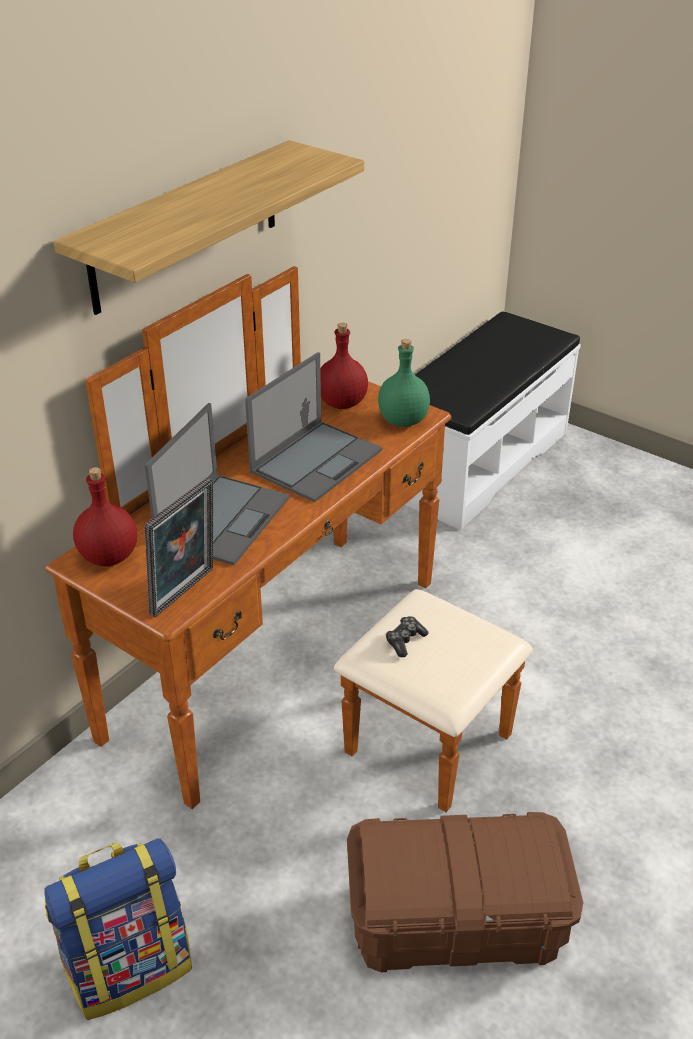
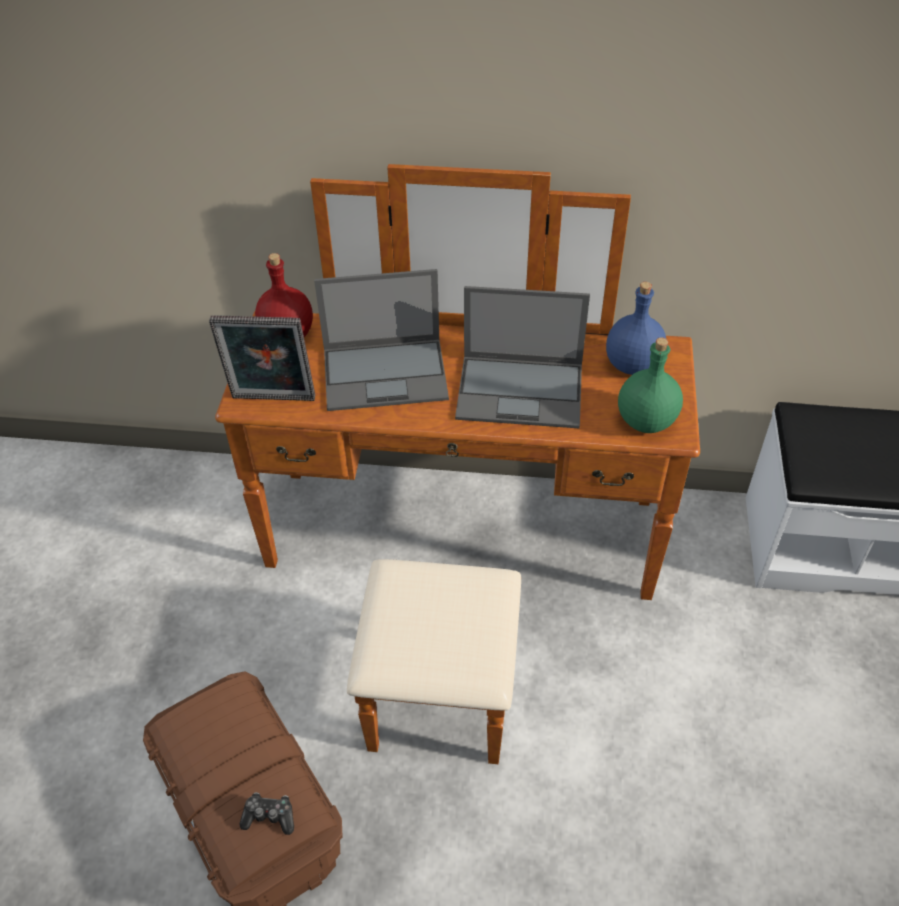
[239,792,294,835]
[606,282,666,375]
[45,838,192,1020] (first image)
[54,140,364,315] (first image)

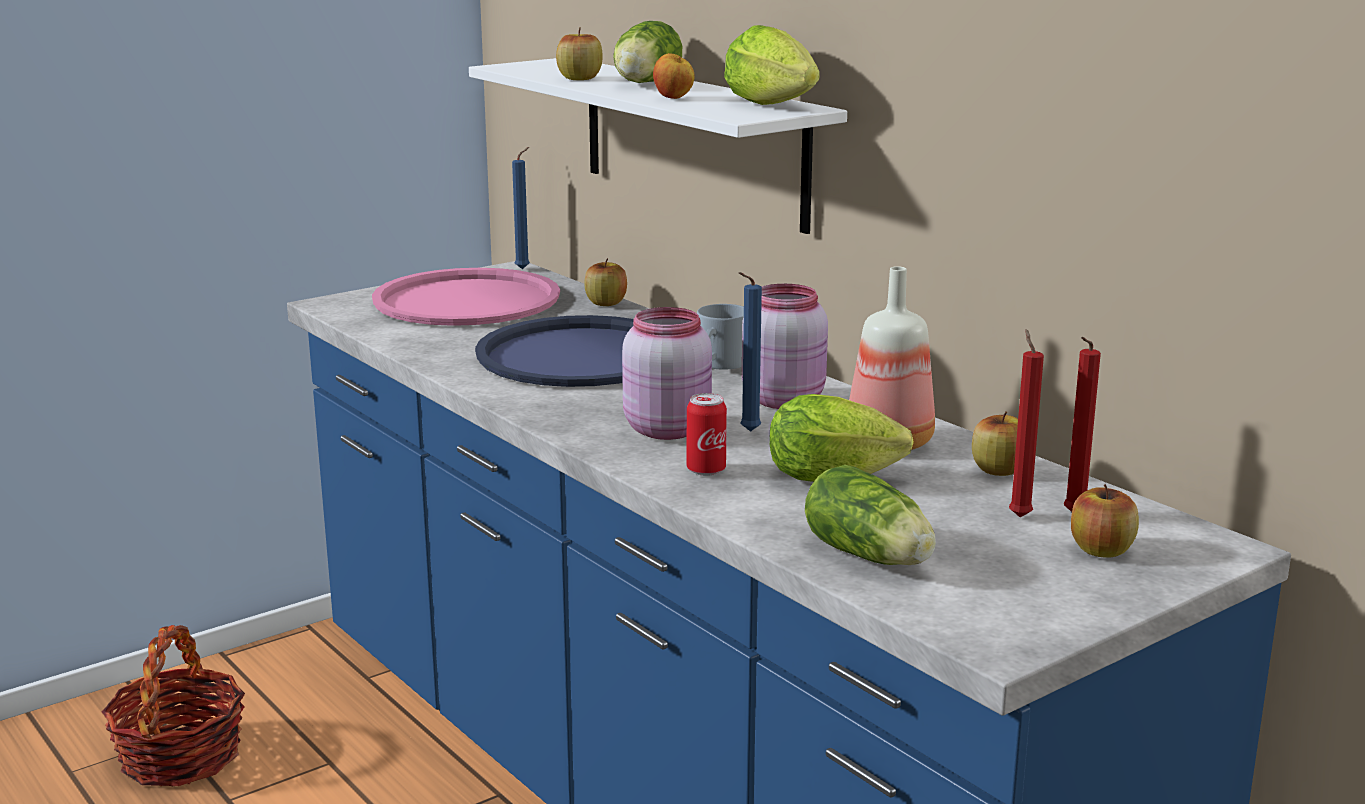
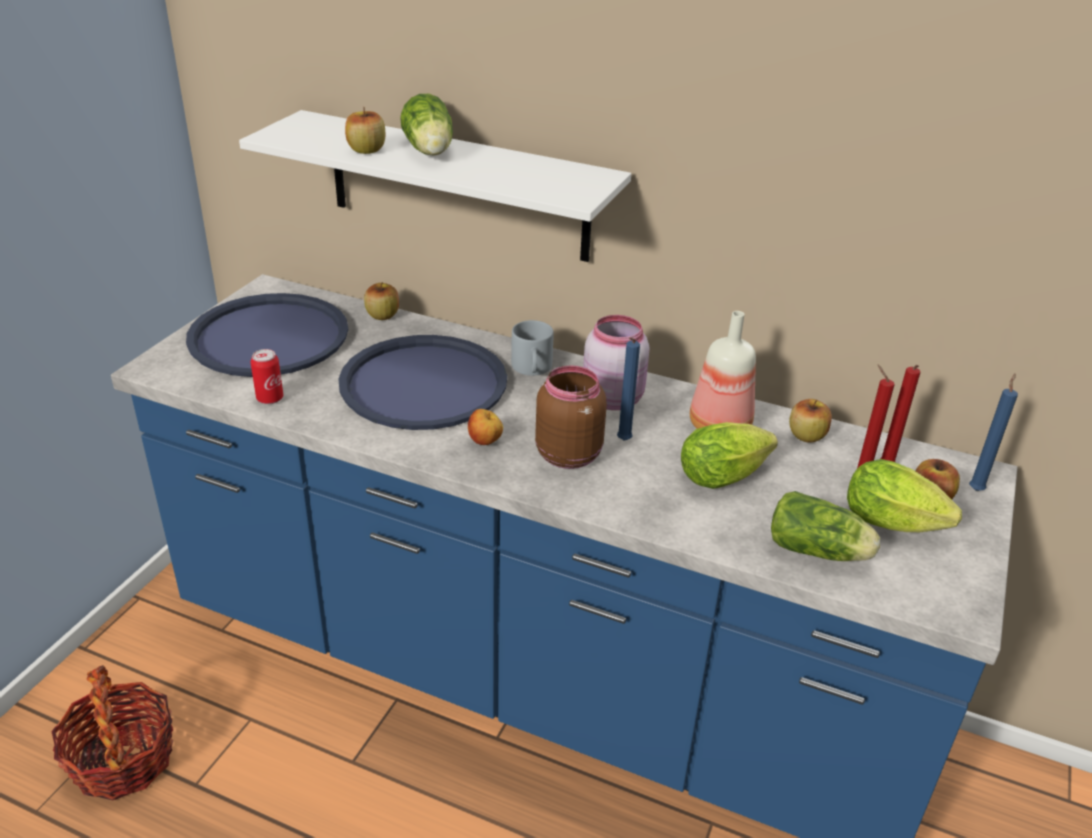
[186,293,348,377]
[250,349,284,404]
[468,409,503,445]
[535,365,607,469]
[847,459,962,532]
[969,373,1018,491]

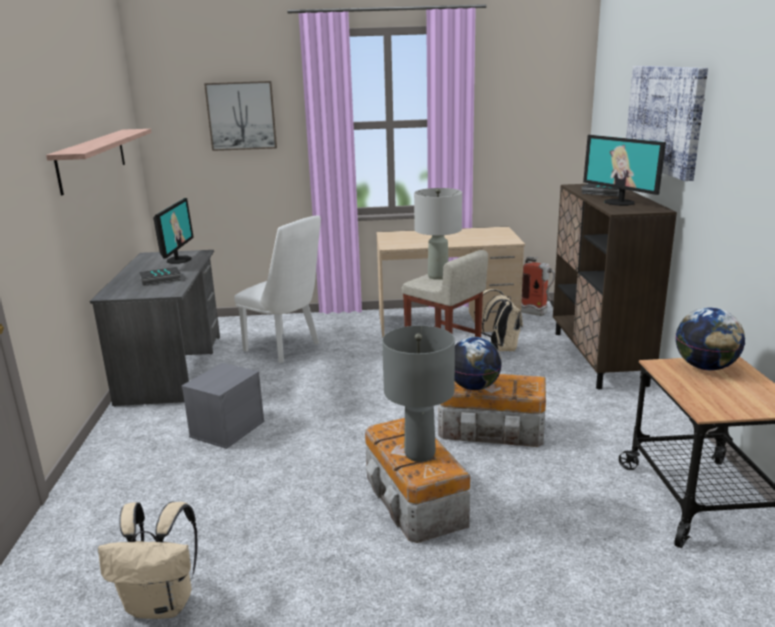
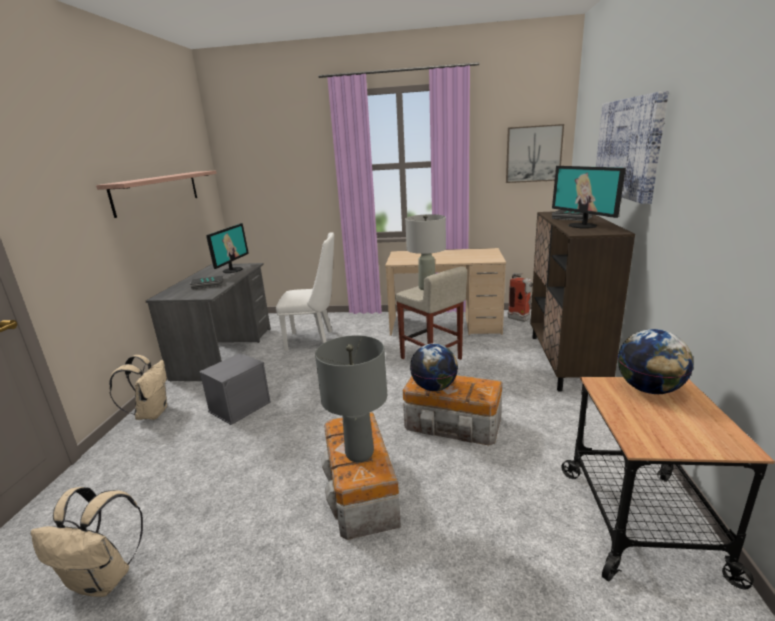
[109,355,167,420]
[276,232,334,351]
[506,124,564,183]

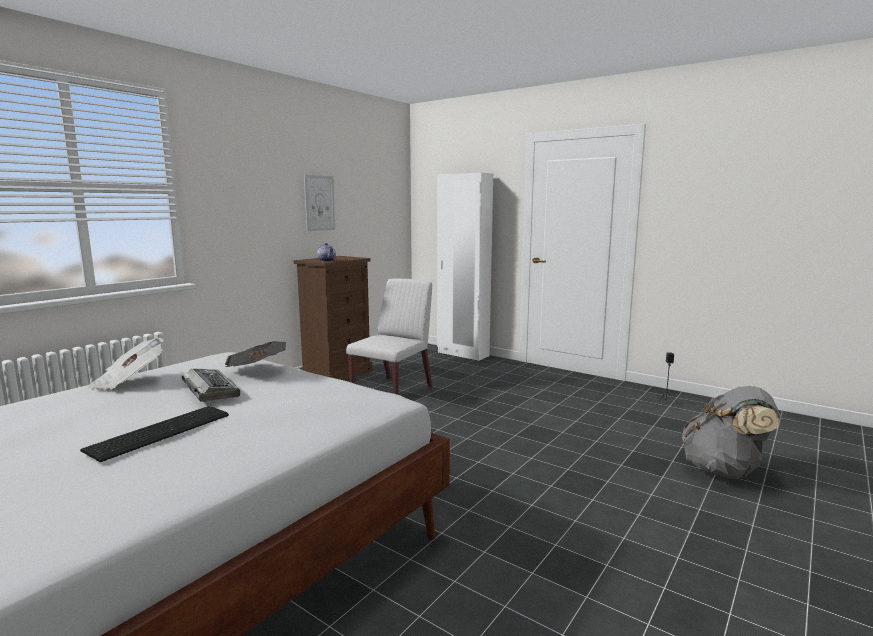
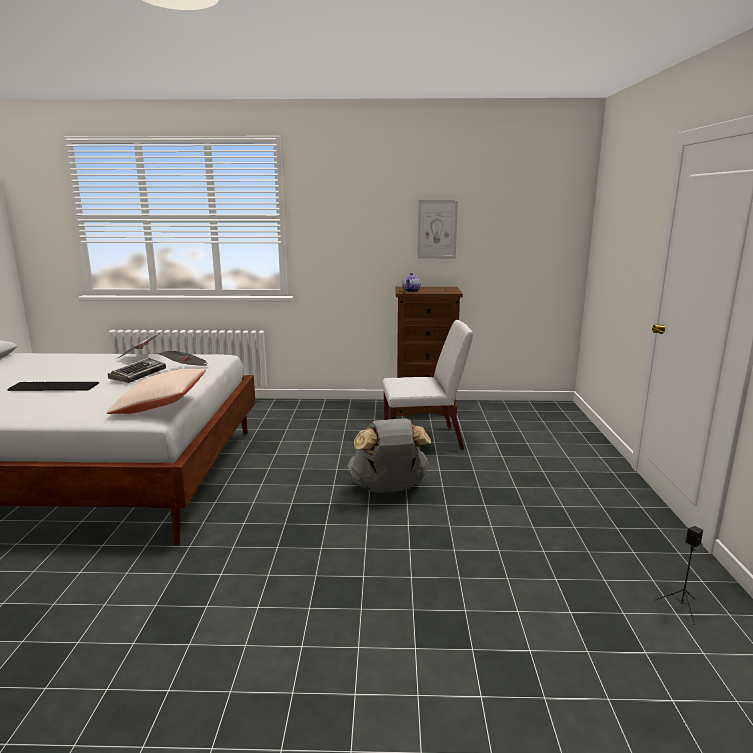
[107,369,206,414]
[348,418,431,493]
[437,173,493,361] (first image)

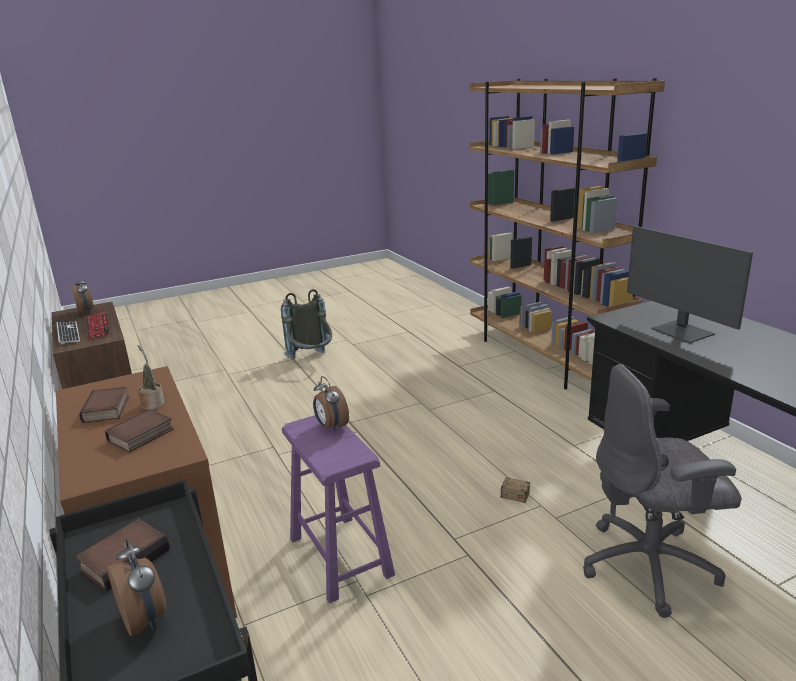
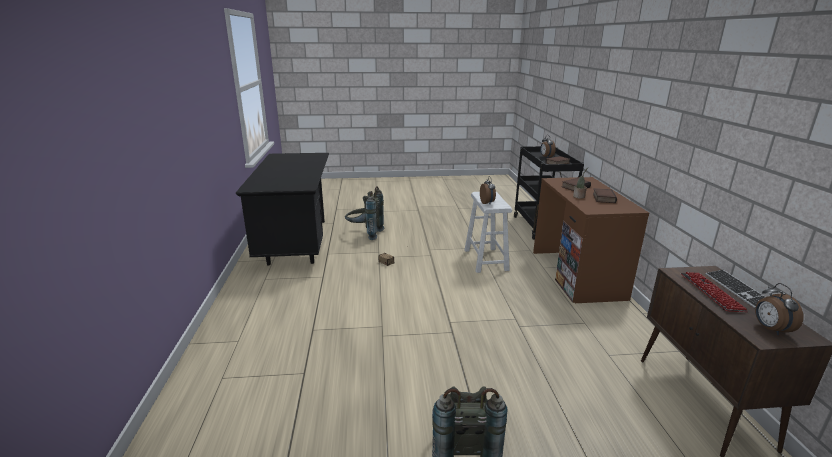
[345,186,384,240]
[464,192,512,273]
[470,78,665,389] (first image)
[627,226,753,343] (first image)

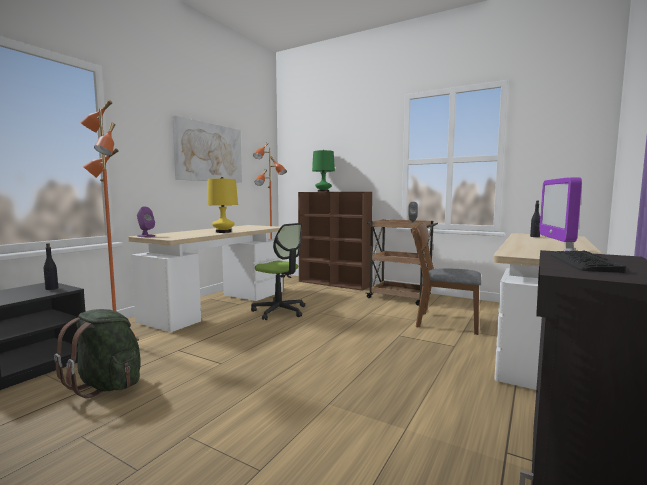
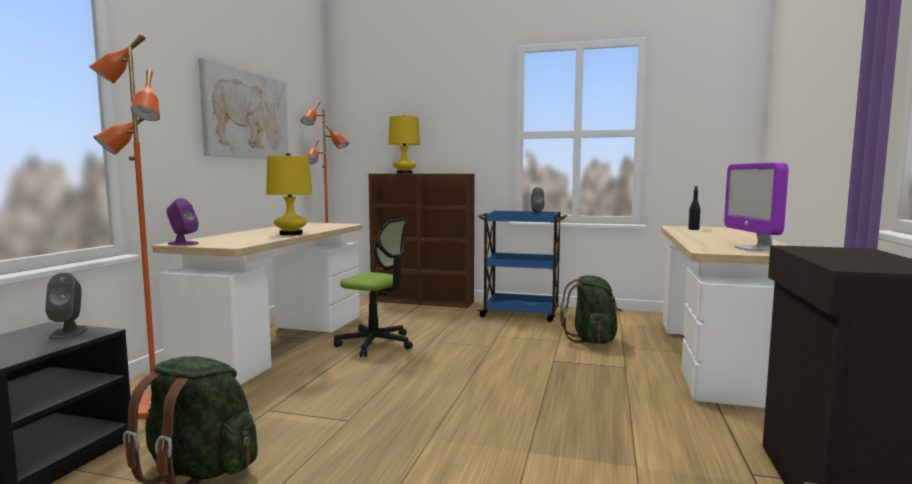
[45,273,88,340]
[388,115,420,174]
[477,211,567,322]
[560,275,623,344]
[551,251,626,273] (first image)

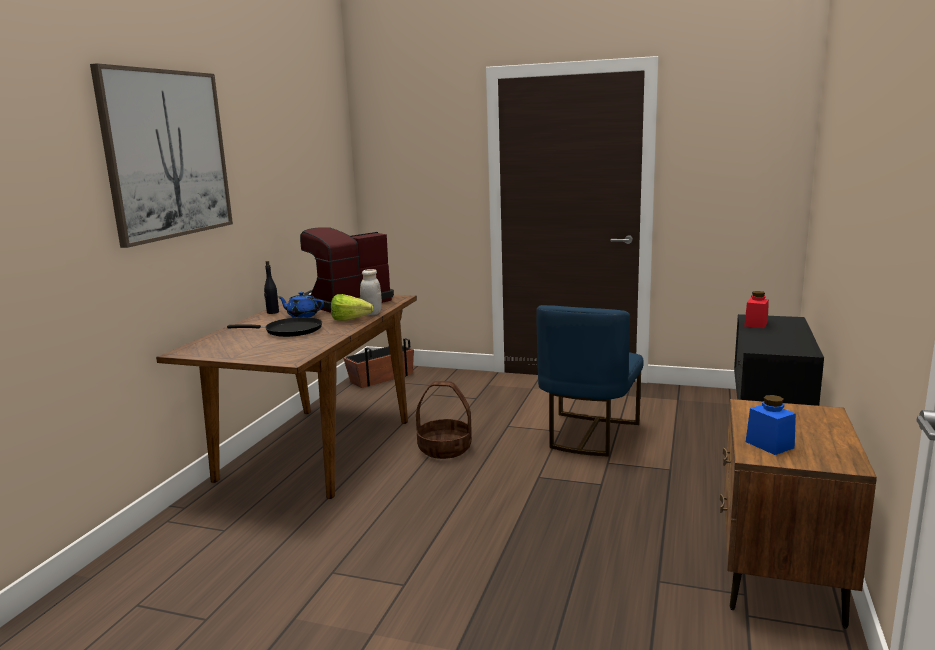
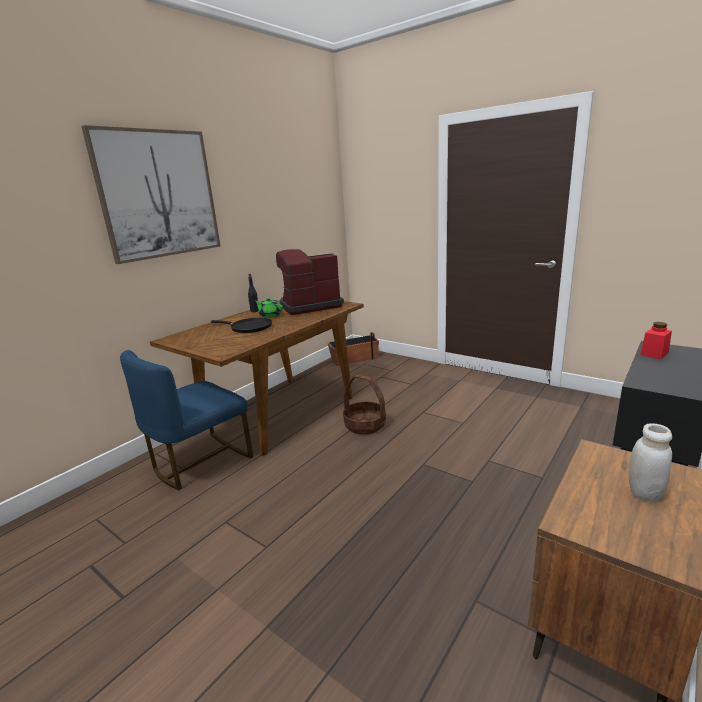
[120,350,253,490]
[254,298,283,318]
[628,423,672,501]
[331,294,374,321] (first image)
[746,395,796,455] (first image)

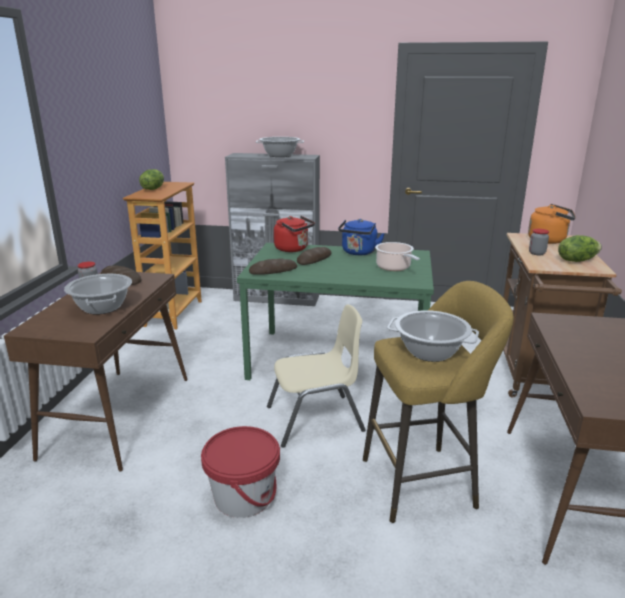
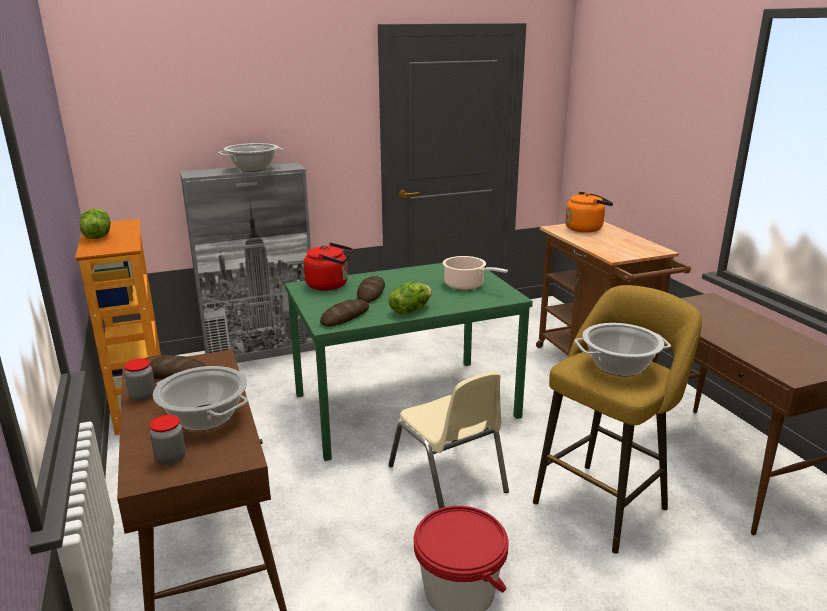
[150,415,186,465]
[388,372,509,509]
[389,282,432,314]
[338,219,385,255] (first image)

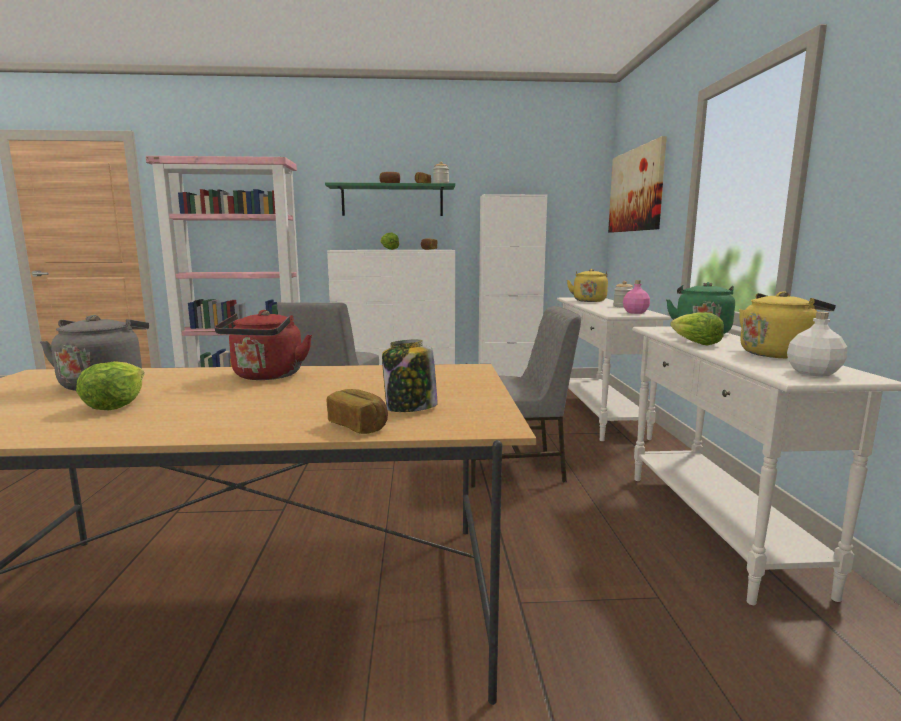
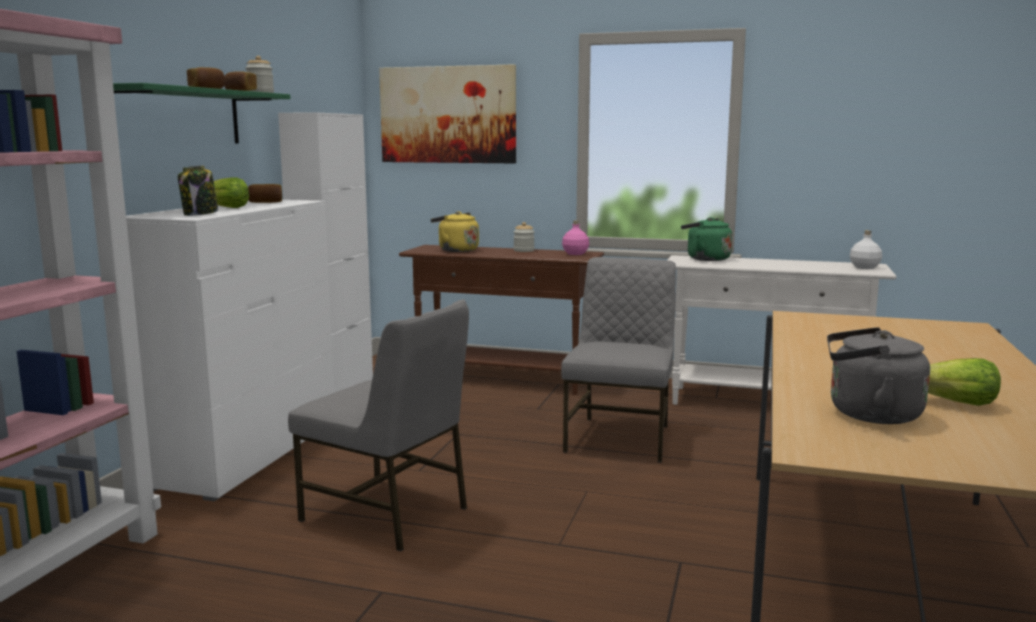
[178,166,218,216]
[399,245,604,395]
[214,310,312,380] (first image)
[327,389,388,434] (first image)
[670,312,724,345] (first image)
[739,291,836,358] (first image)

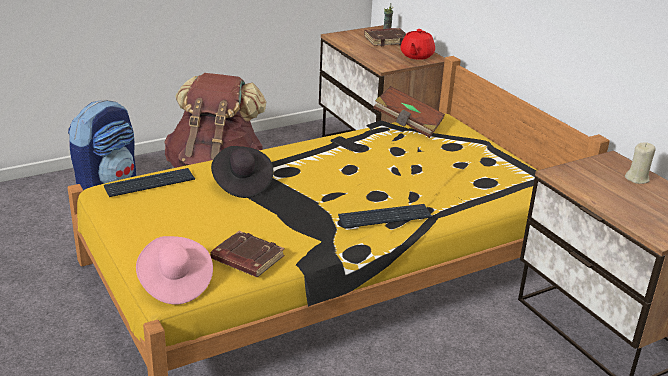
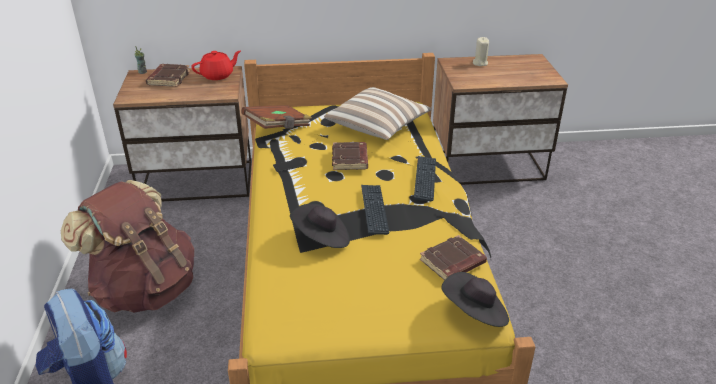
[191,51,241,80]
[324,87,432,140]
[332,142,368,170]
[361,185,389,235]
[441,272,509,327]

